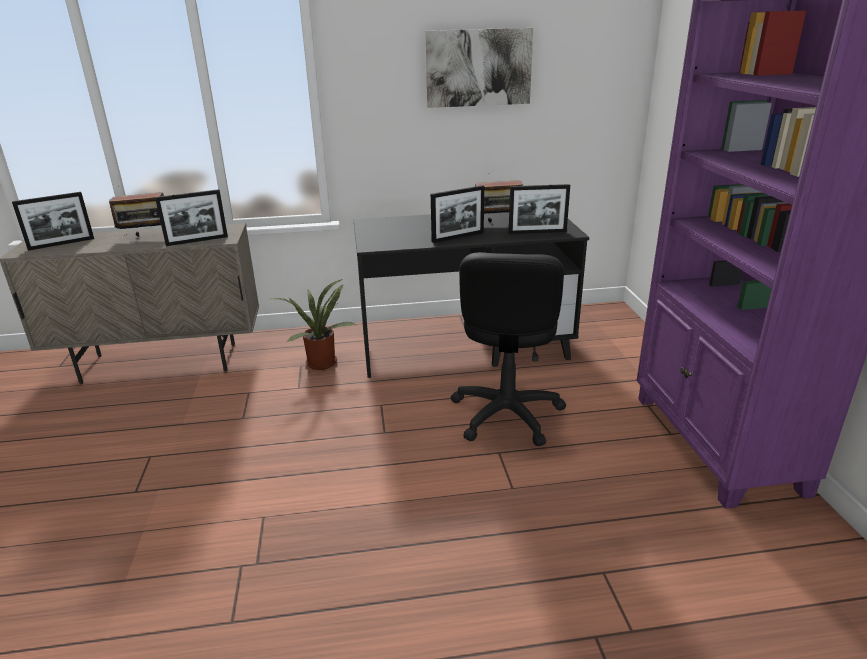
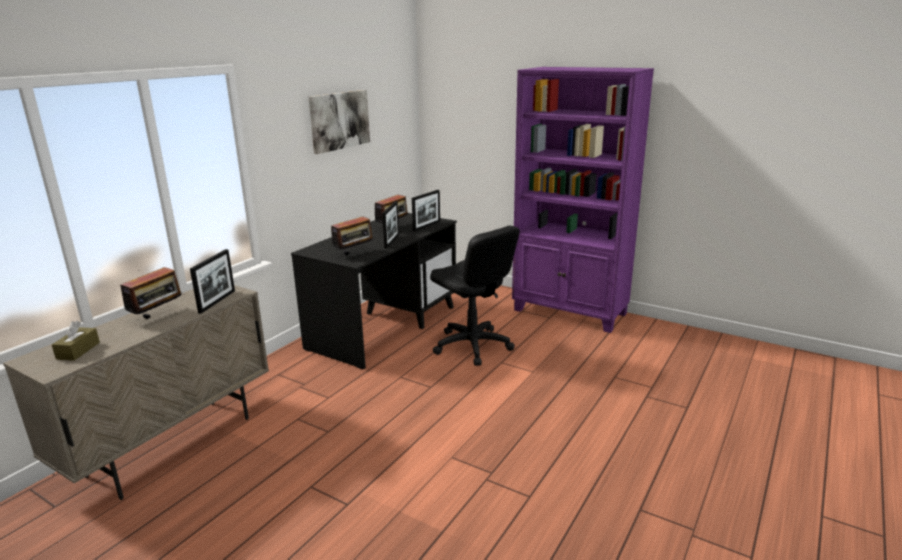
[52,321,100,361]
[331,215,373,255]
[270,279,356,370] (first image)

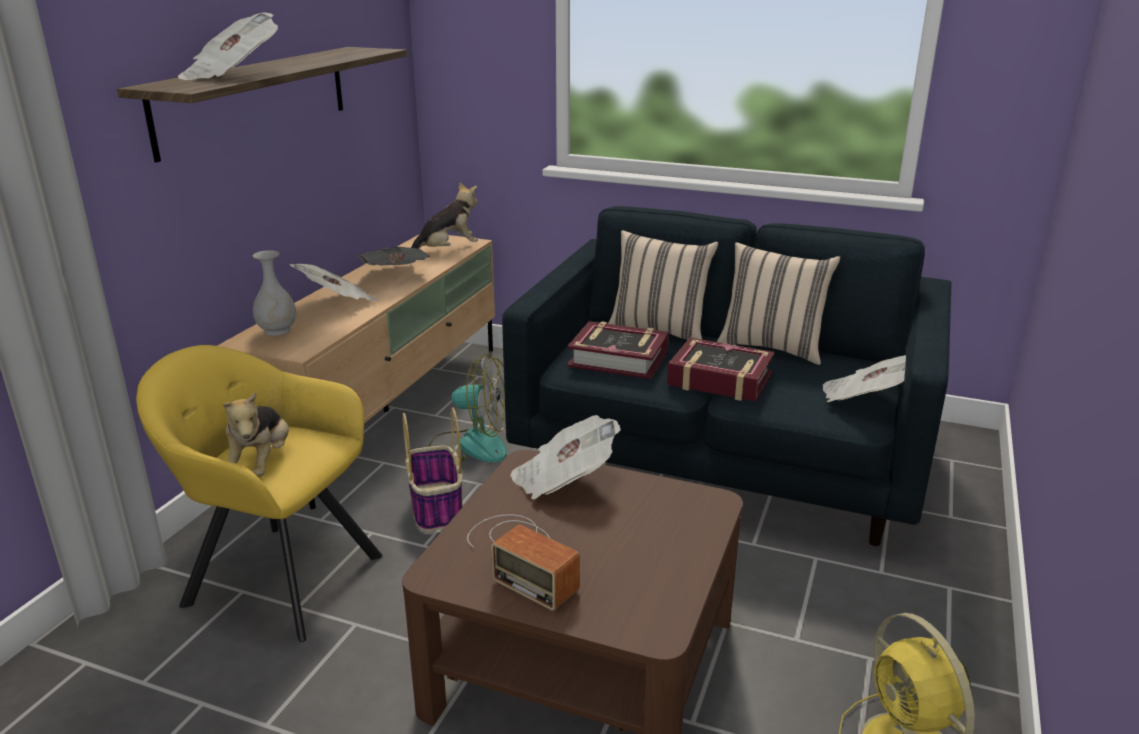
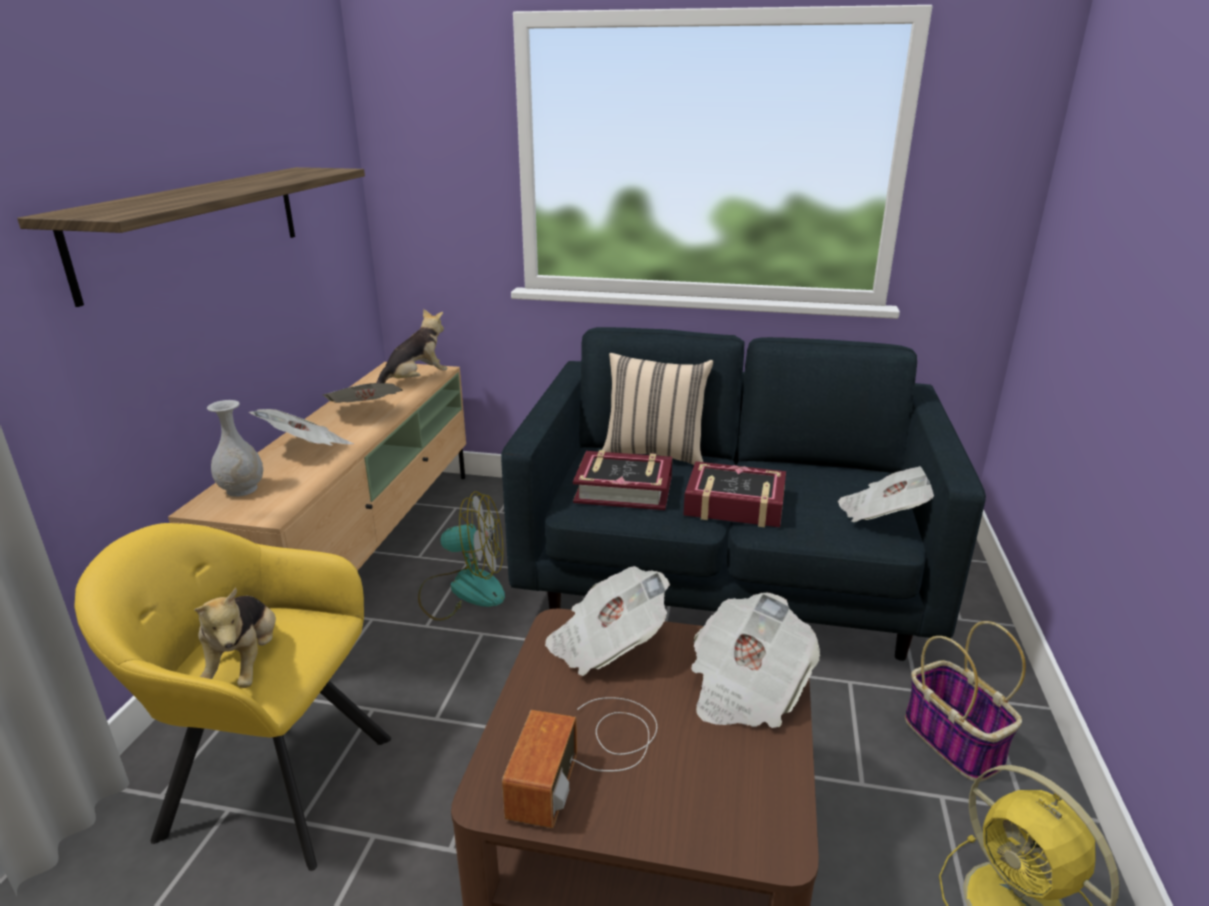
[502,697,657,828]
[691,592,820,728]
[905,621,1026,782]
[717,242,840,365] (first image)

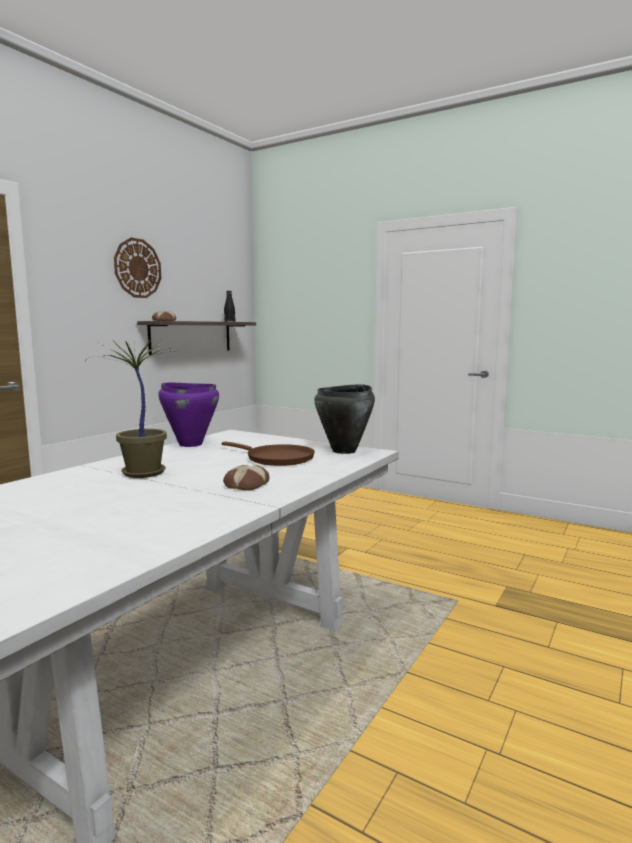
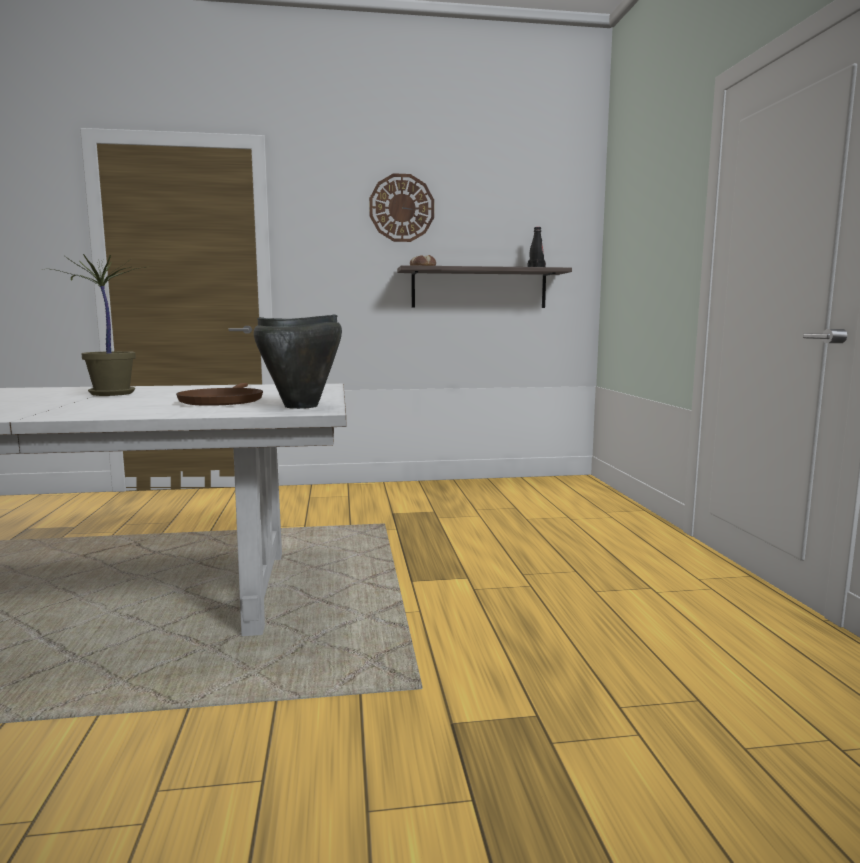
[158,383,219,447] (first image)
[223,465,269,490] (first image)

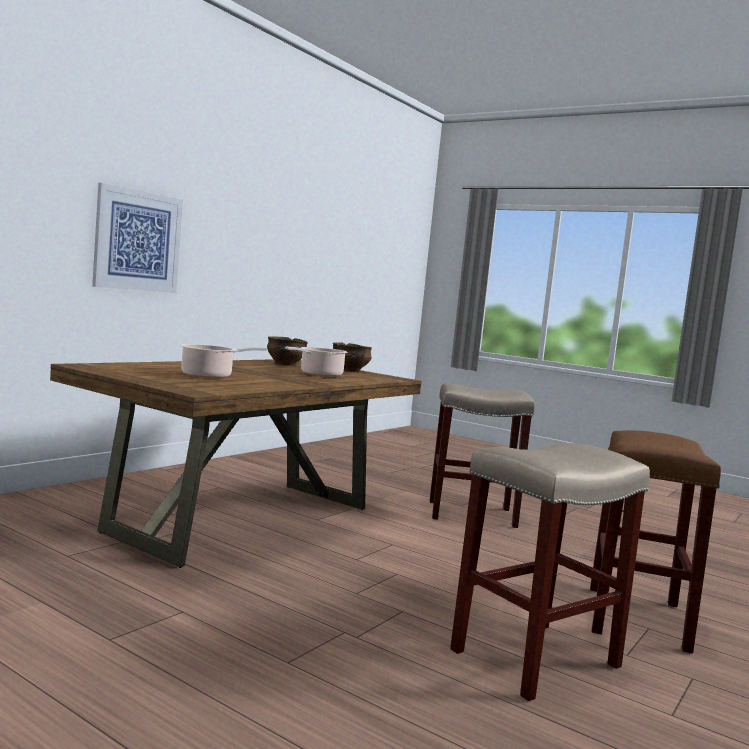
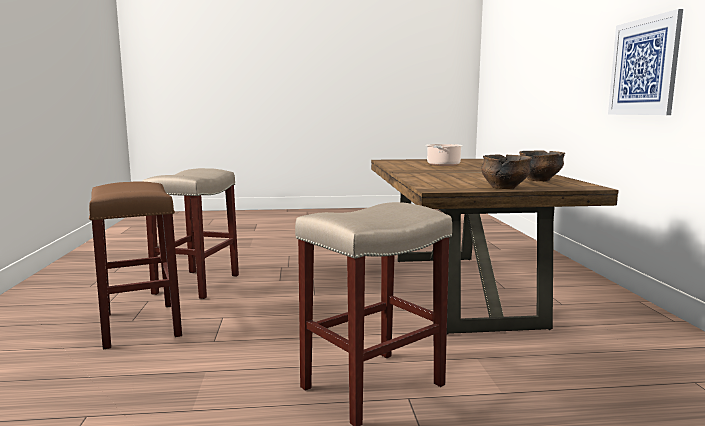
[285,347,347,377] (first image)

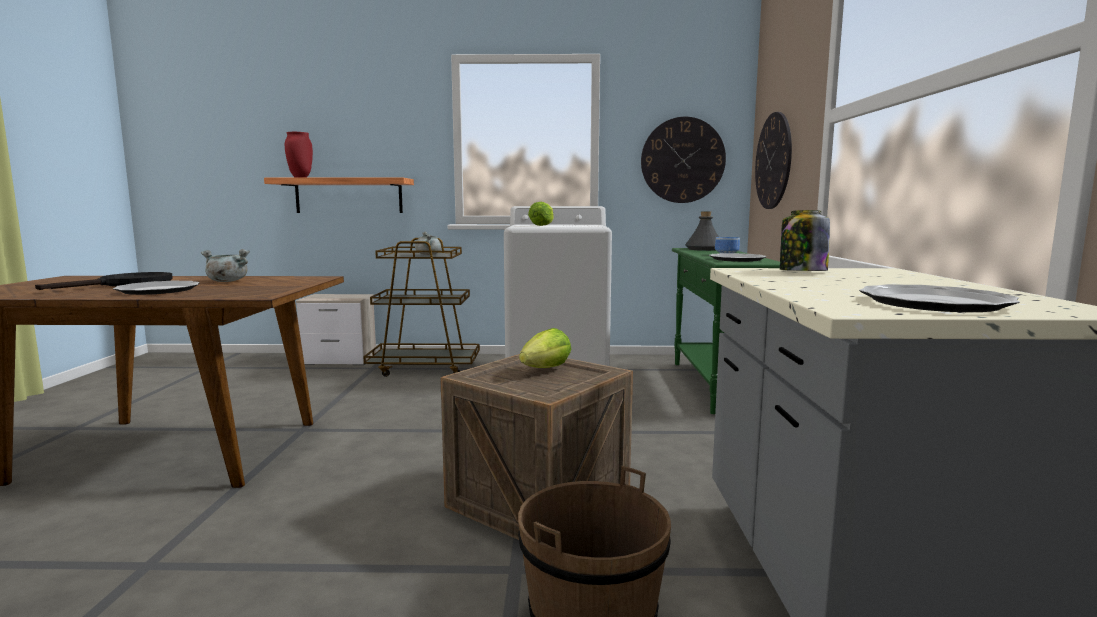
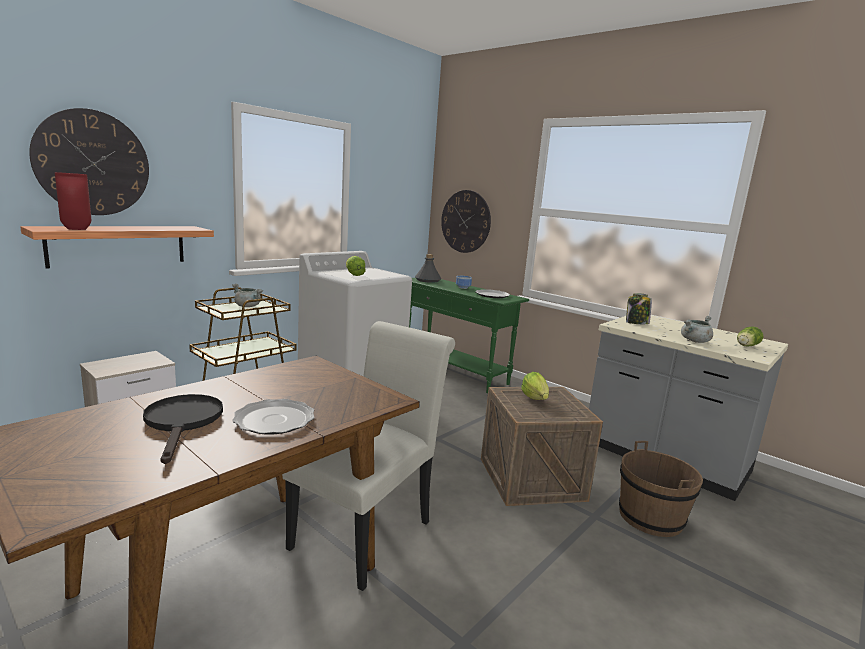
[29,108,149,215]
[282,321,455,591]
[681,316,713,343]
[737,326,764,346]

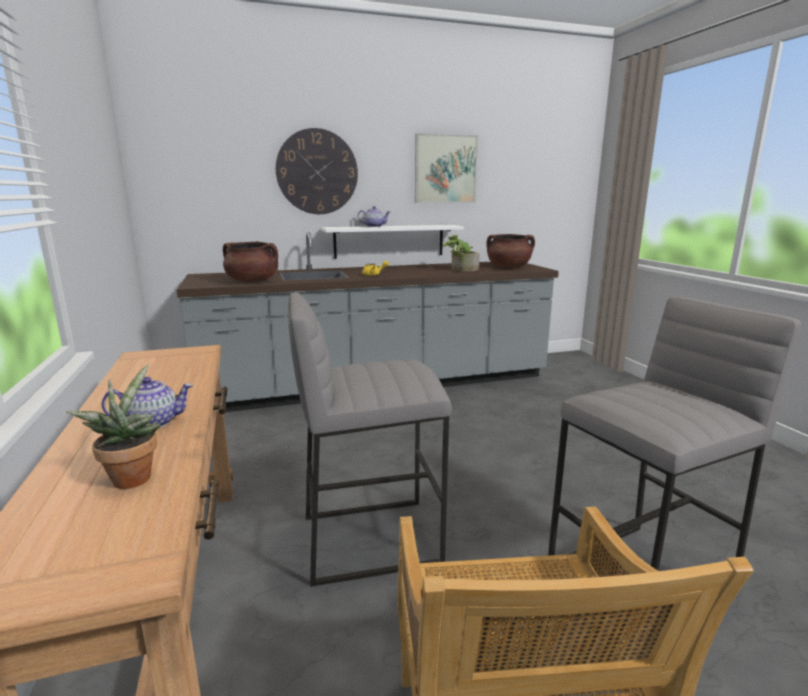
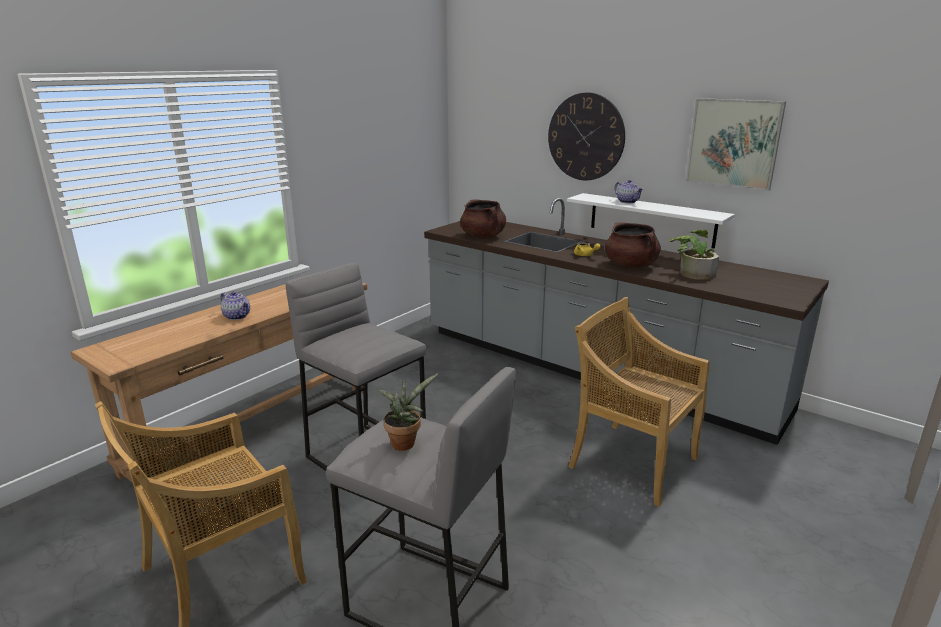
[378,374,438,451]
[568,297,710,507]
[605,222,661,268]

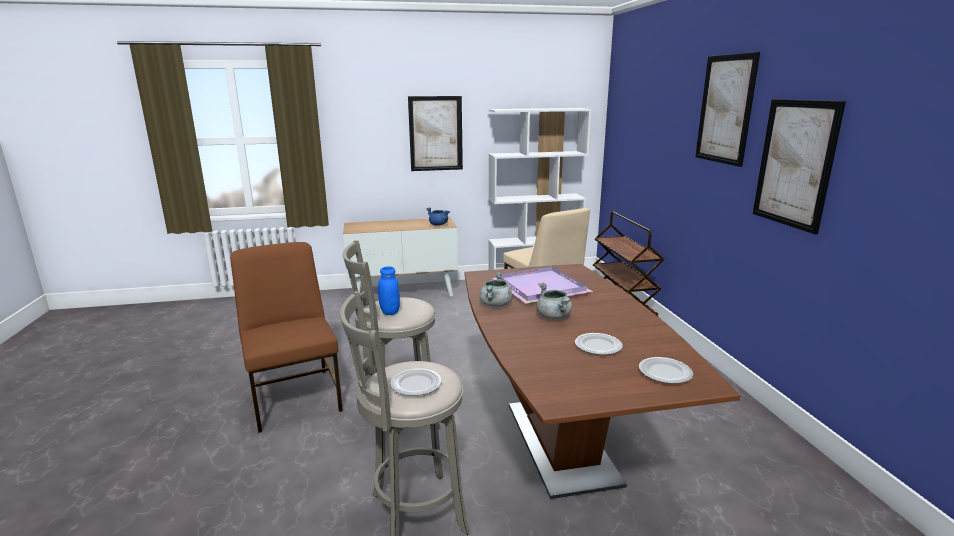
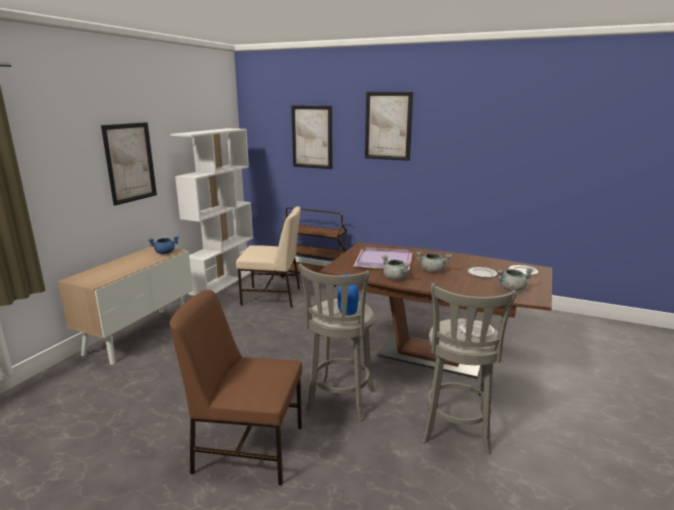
[291,105,332,169]
[497,268,534,291]

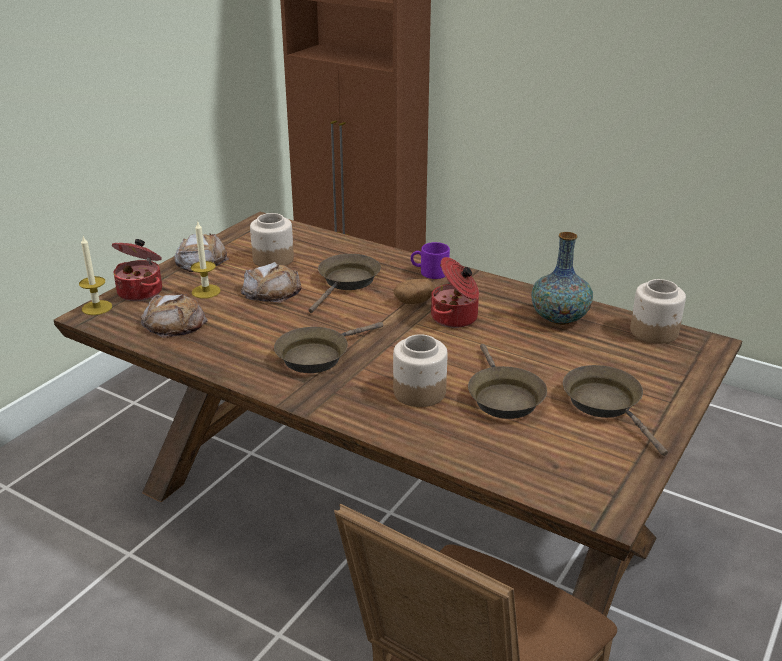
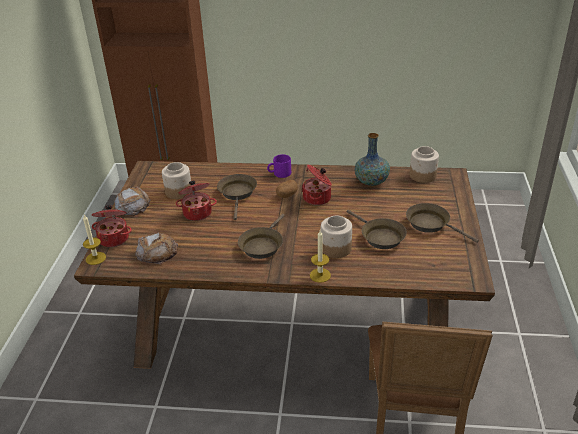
[175,180,217,221]
[310,231,331,283]

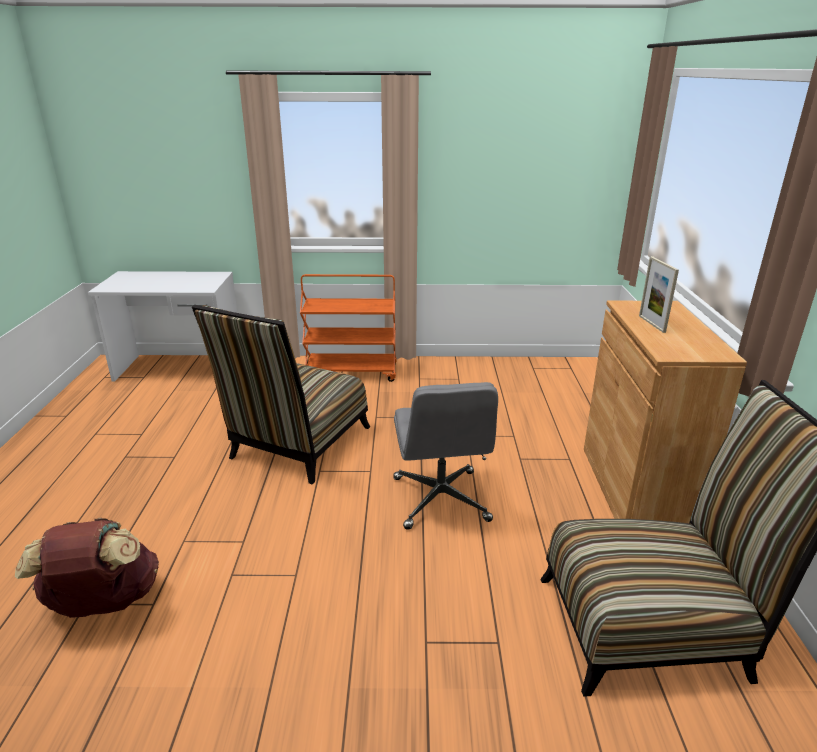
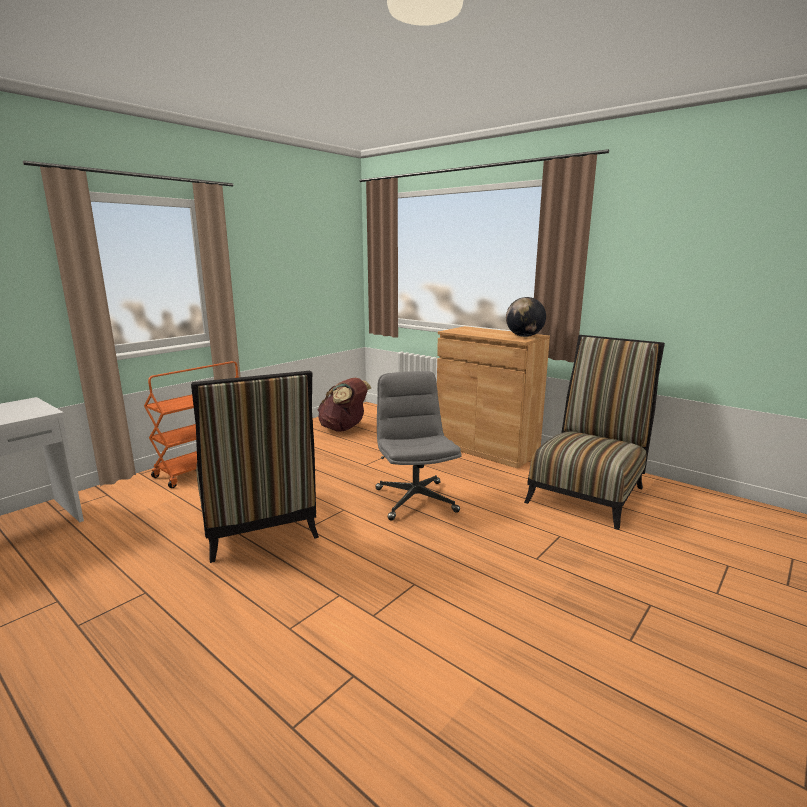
[317,378,371,432]
[375,371,462,520]
[506,297,546,337]
[639,256,679,333] (first image)

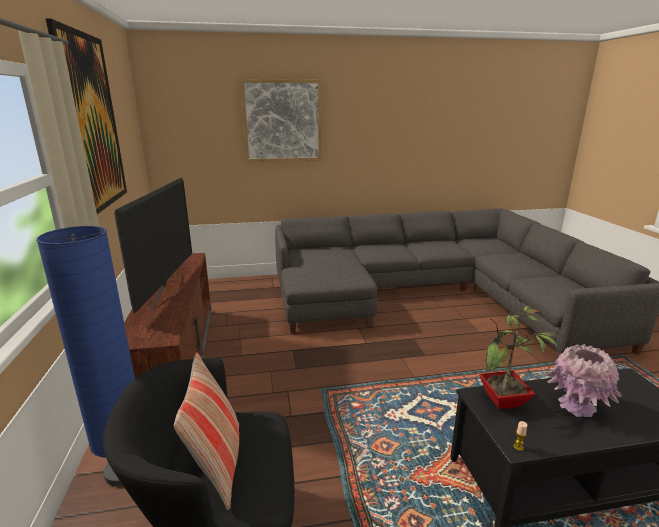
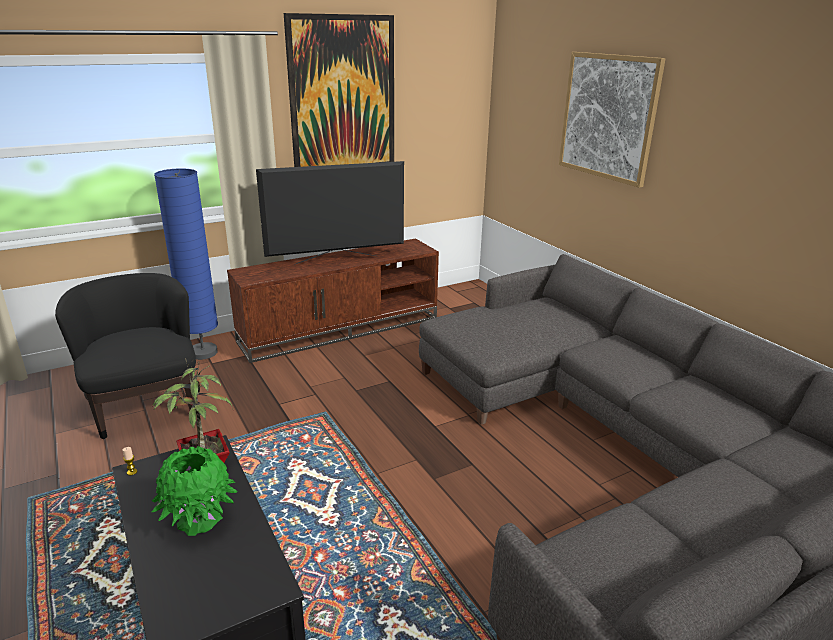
[152,446,237,536]
[174,352,239,510] (first image)

